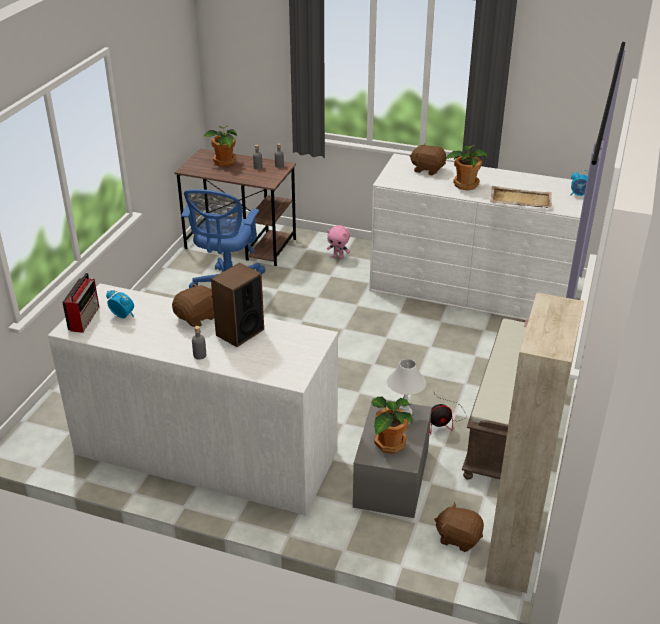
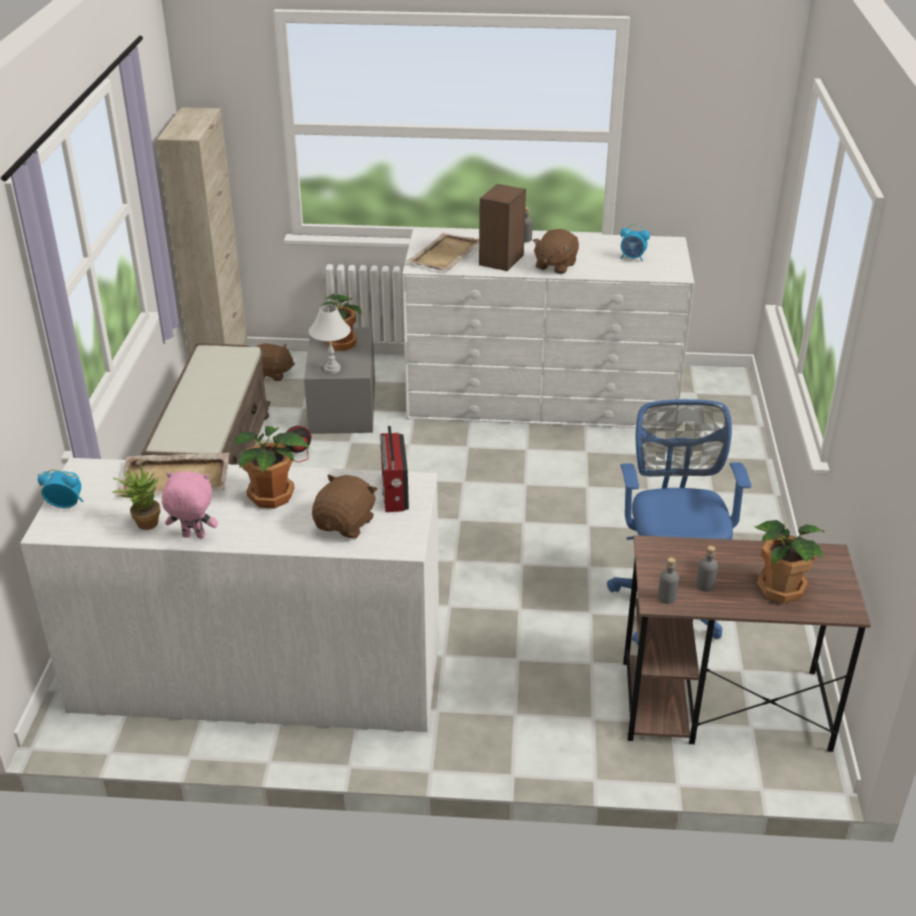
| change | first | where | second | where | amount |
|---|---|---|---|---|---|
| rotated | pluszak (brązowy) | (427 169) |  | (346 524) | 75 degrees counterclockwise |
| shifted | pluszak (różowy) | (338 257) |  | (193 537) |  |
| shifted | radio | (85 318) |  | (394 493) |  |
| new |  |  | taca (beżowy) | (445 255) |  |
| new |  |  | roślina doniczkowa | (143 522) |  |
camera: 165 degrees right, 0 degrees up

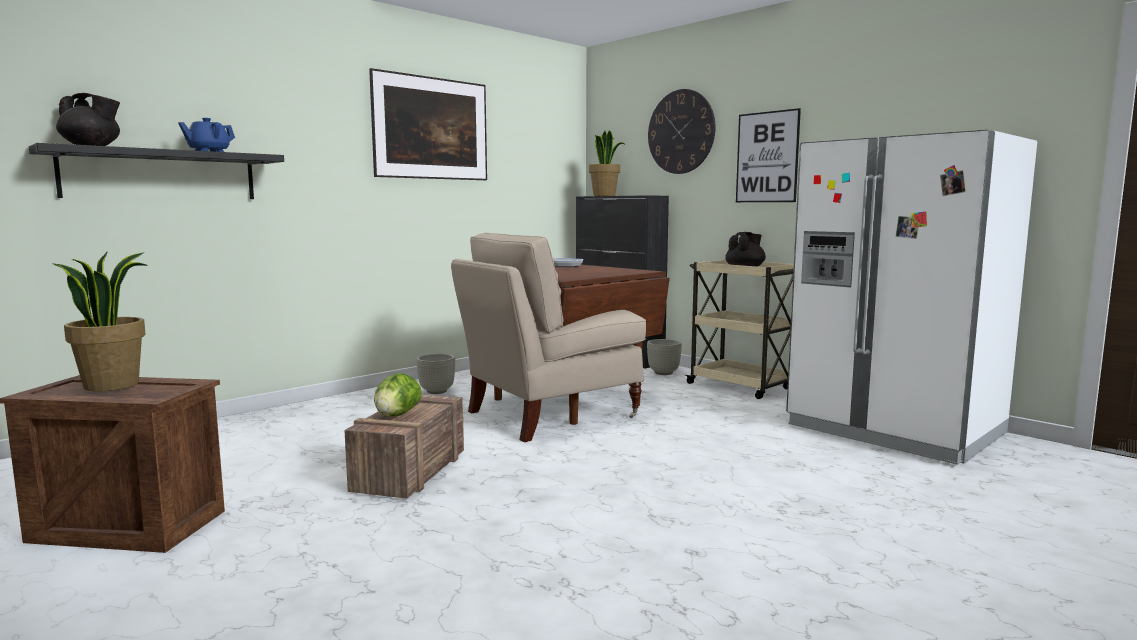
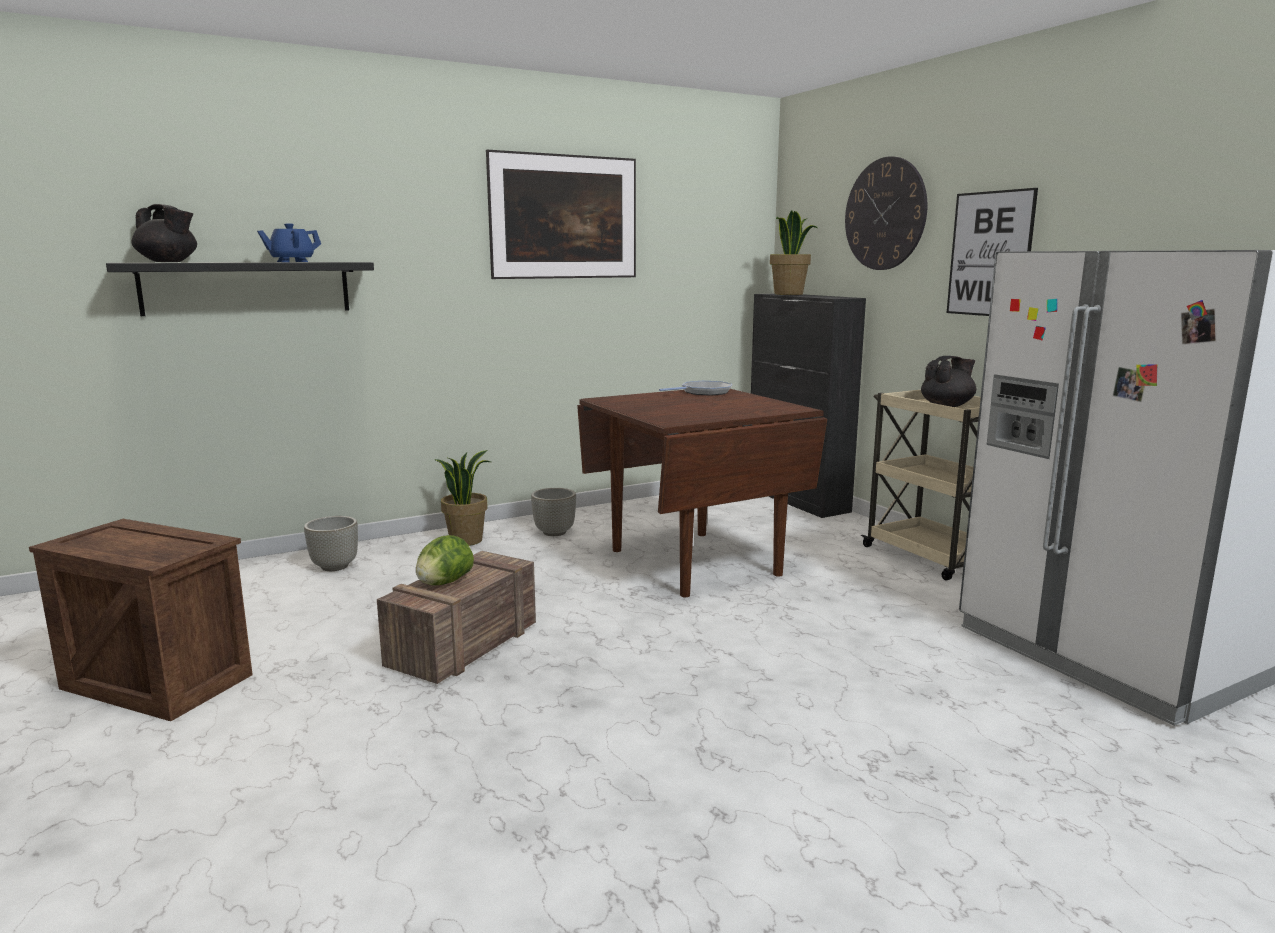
| change | first | where | second | where | amount |
|---|---|---|---|---|---|
| gone | krzesło (beżowy) | (549 415) |  |  |  |
| shifted | roślina doniczkowa | (112 385) |  | (466 540) |  |
| shifted | donica (szary) | (663 373) |  | (334 566) |  |
camera: 15 degrees right, 5 degrees up

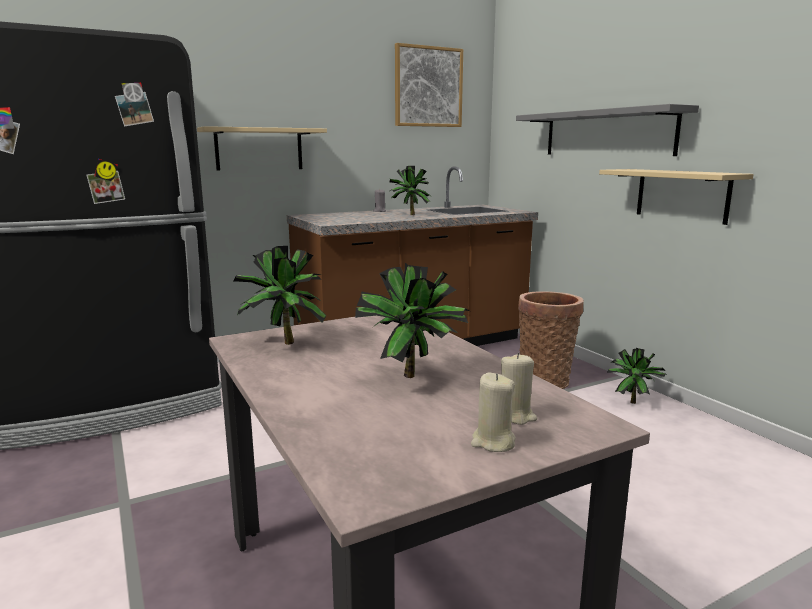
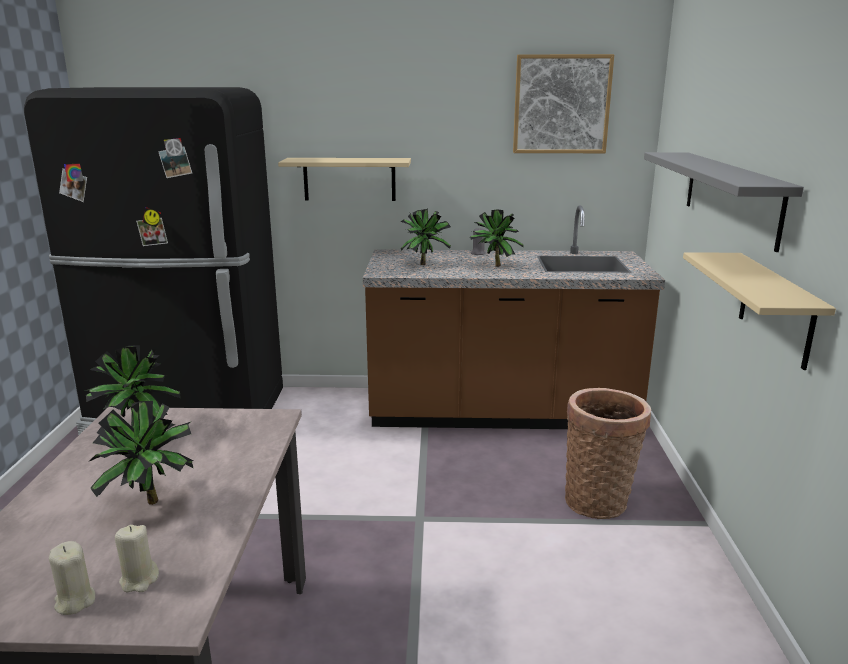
| change | first | where | second | where | amount |
|---|---|---|---|---|---|
| shifted | roślina doniczkowa | (631 401) |  | (425 264) |  |
camera: 30 degrees right, 5 degrees up

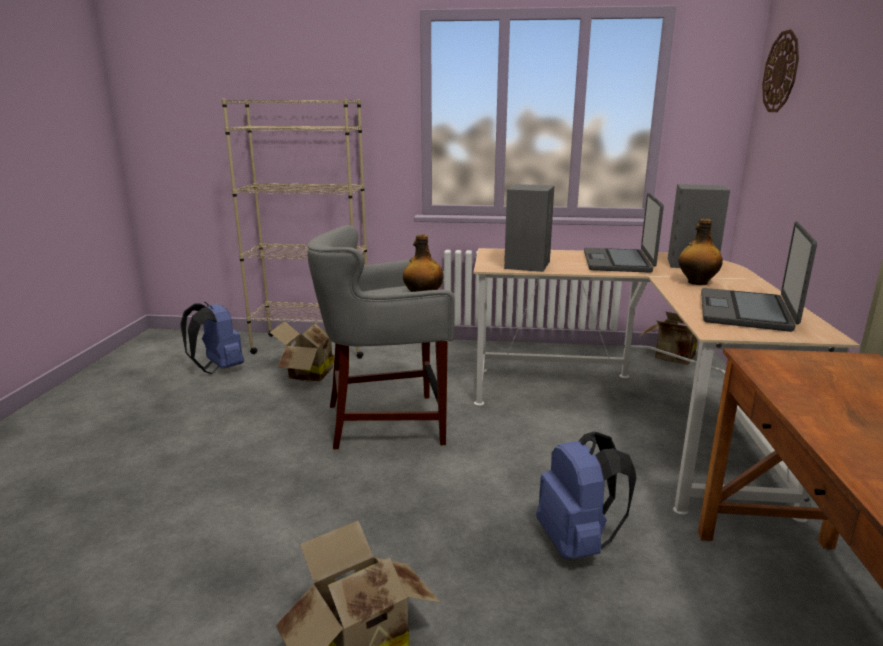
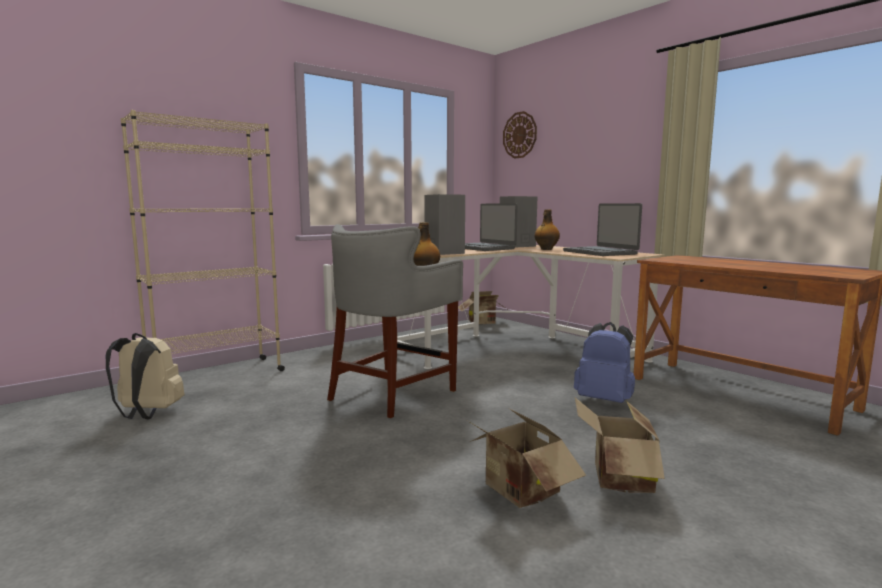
| change | first | where | second | where | amount |
|---|---|---|---|---|---|
| repainted | plecak (niebieski) | (218 368) | plecak (beżowy) | (147 414) |  |
| shifted | karton | (307 374) |  | (519 492) |  |
camera: 45 degrees left, 10 degrees down

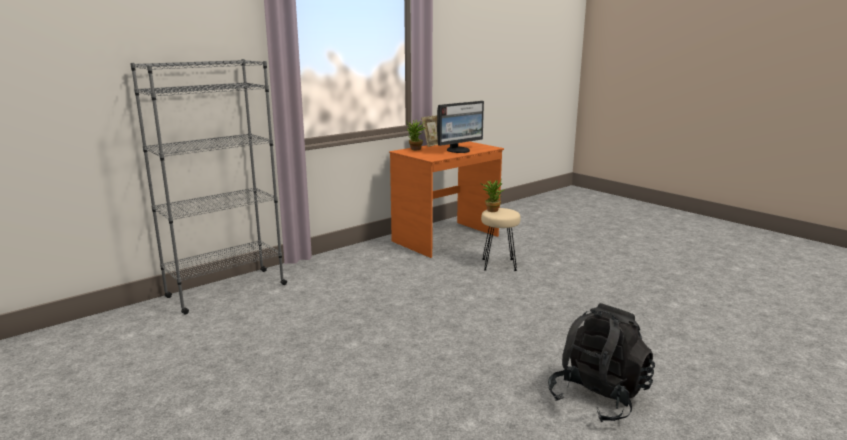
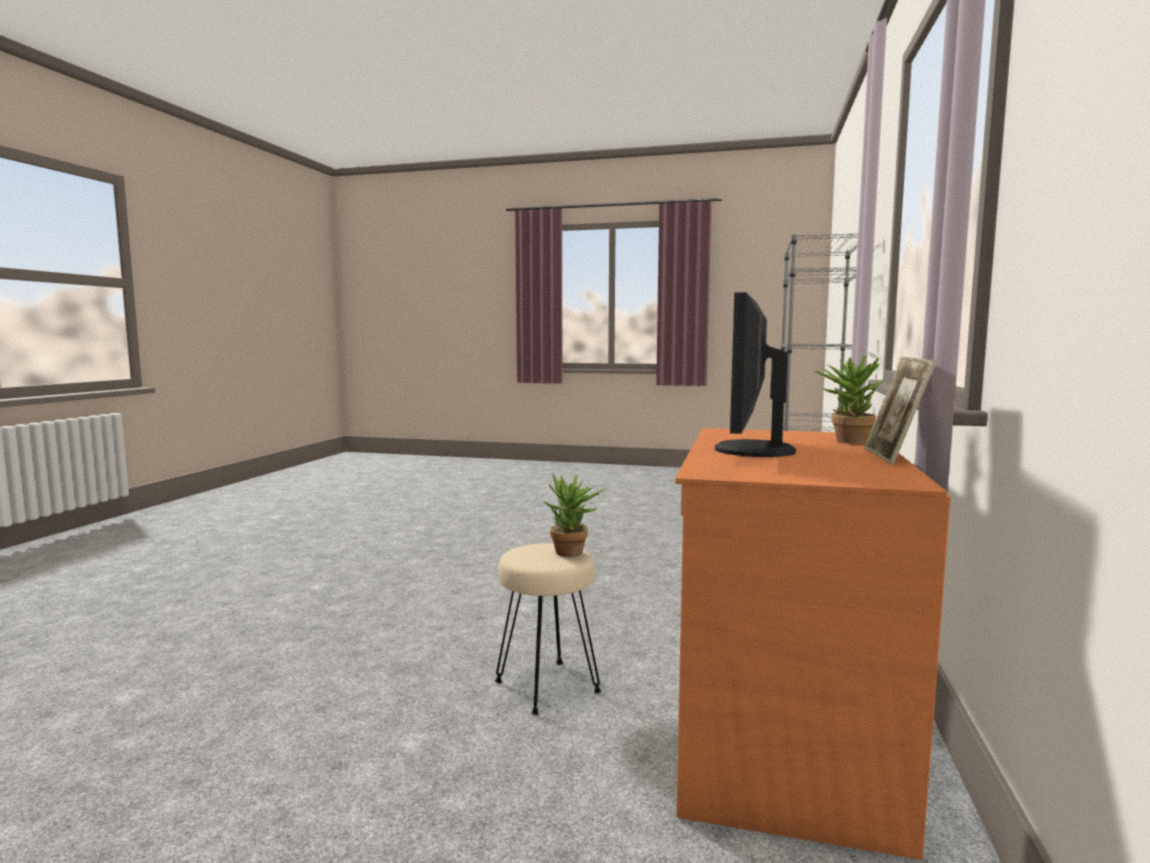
| change | first | where | second | where | amount |
|---|---|---|---|---|---|
| gone | plecak (czarny) | (598 398) |  |  |  |
camera: 145 degrees right, 10 degrees down

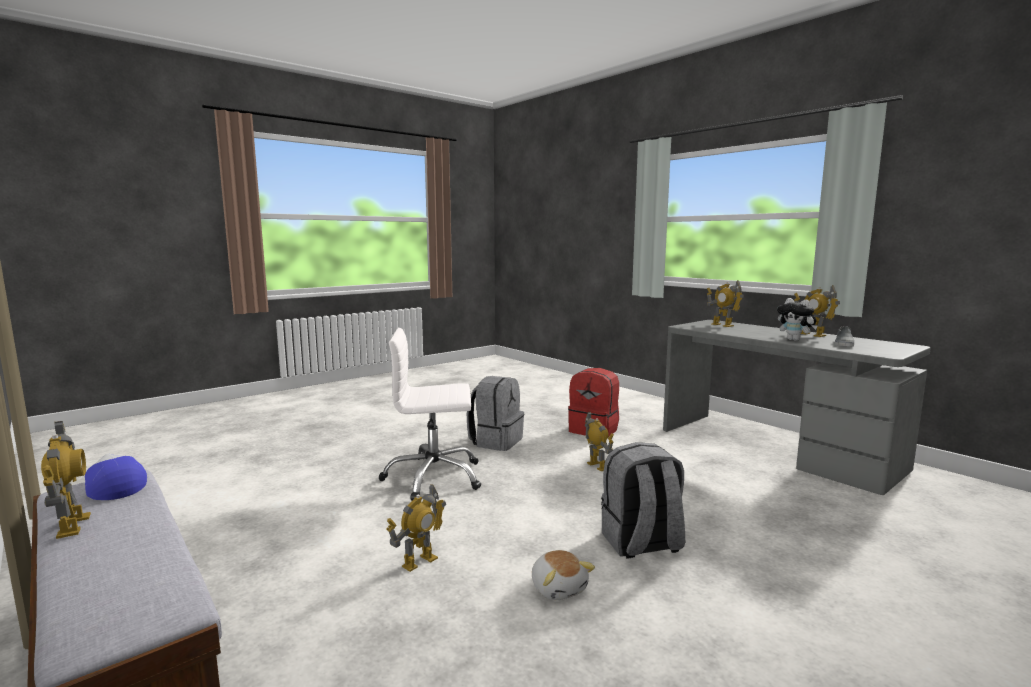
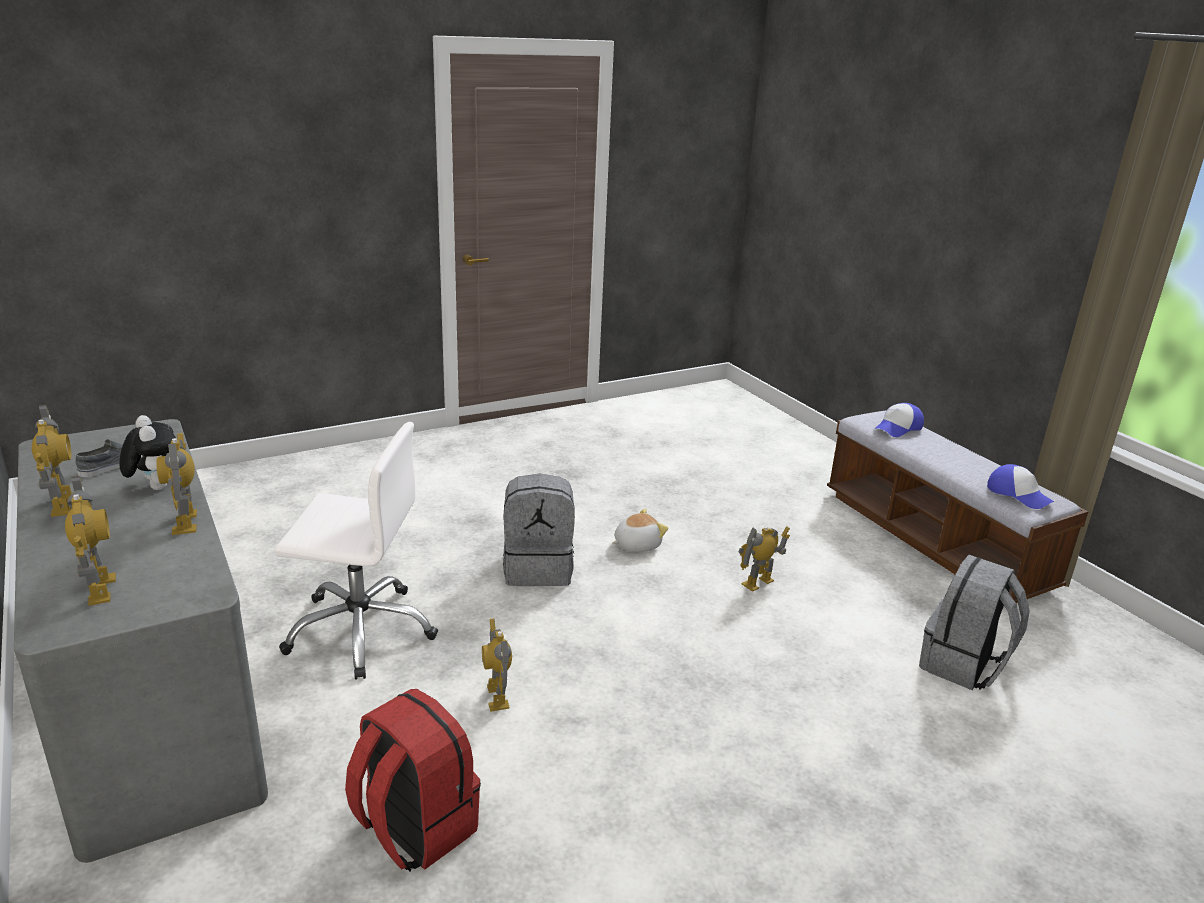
| change | first | where | second | where | amount |
|---|---|---|---|---|---|
| shifted | krzesło biurowe (biały) | (433 477) |  | (361 630) |  |
| shifted | plecak (szary) | (496 441) |  | (963 665) |  |
| shifted | robot zabawkowy | (71 526) |  | (186 522) |  |
| rotated | pluszak | (559 588) |  | (636 545) | 75 degrees clockwise |
| new |  |  | czapka z daszkiem | (898 428) |  |
camera: 170 degrees left, 15 degrees up

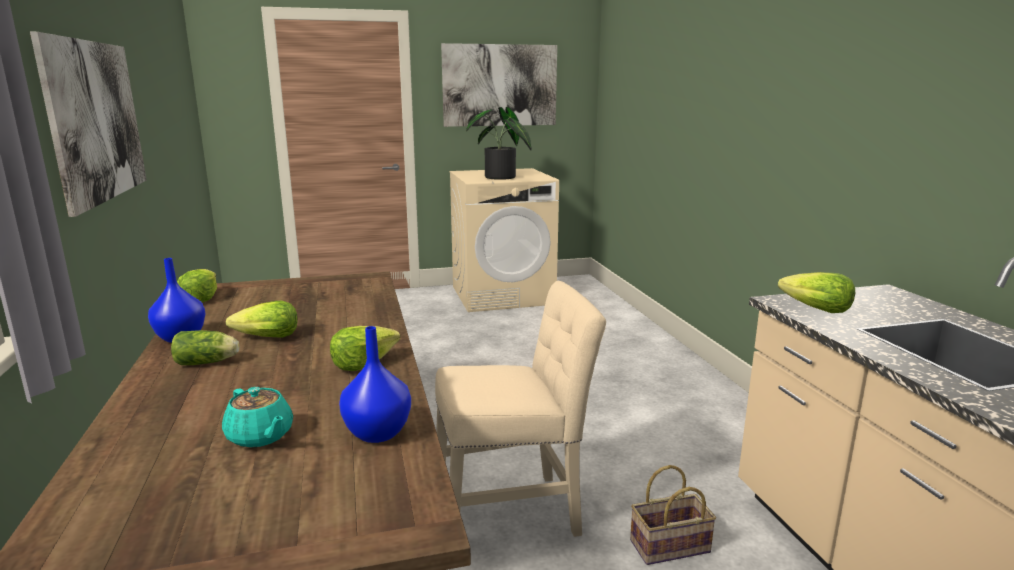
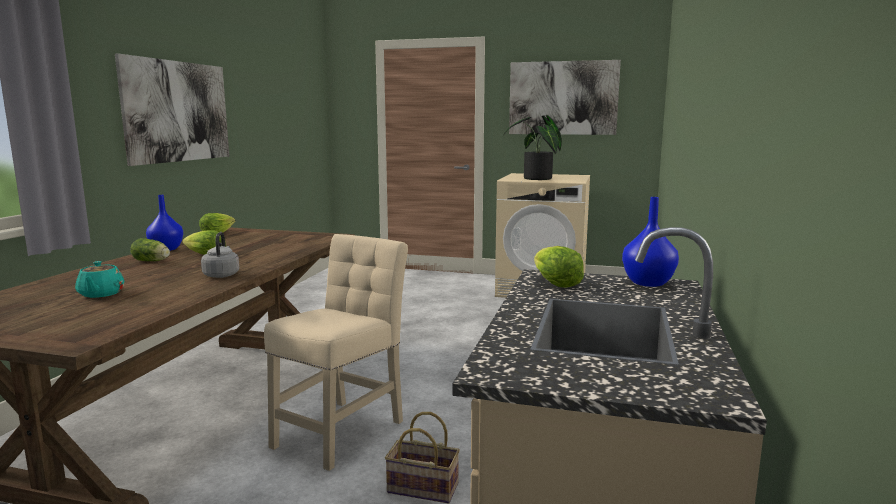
| change | first | where | second | where | amount |
|---|---|---|---|---|---|
| rotated | krzesło (beżowy) | (513 512) |  | (342 430) | 75 degrees counterclockwise |
| swapped | sałata | (363 363) | czajnik (szary) | (222 275) |  |
| shifted | wazon (niebieski) | (378 432) |  | (648 282) |  |
camera: 30 degrees right, 5 degrees down

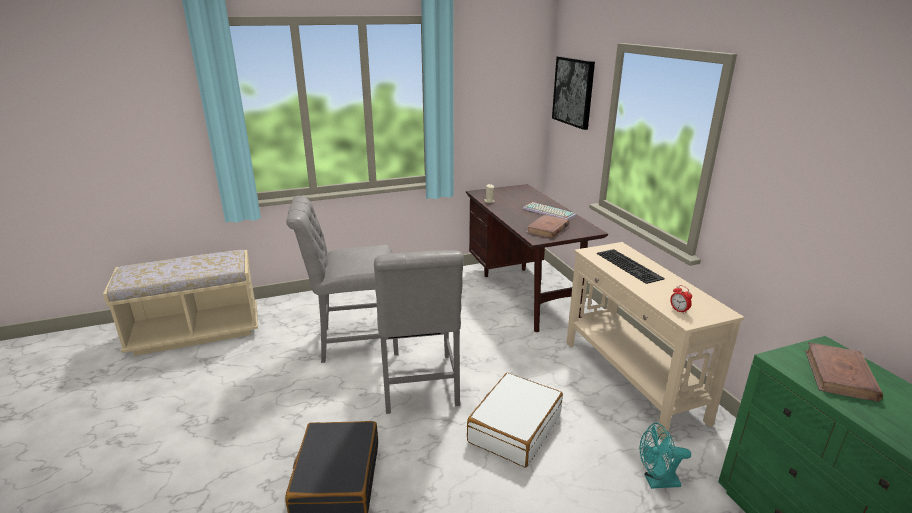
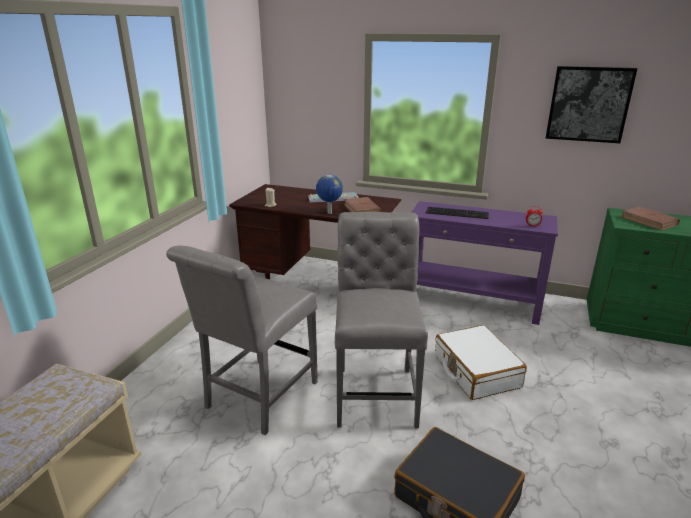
| change | first | where | second | where | amount |
|---|---|---|---|---|---|
| shifted | obraz | (573 92) |  | (588 104) |  |
| repainted | stolik konsolowy (beżowy) | (631 380) | stolik konsolowy (fioletowy) | (472 302) |  |
| rotated | krzesło (szary) | (418 386) |  | (376 391) | 120 degrees counterclockwise |
| gone | wentylator (turkusowy) | (656 482) |  |  |  |
| new |  |  | globus | (329 213) |  |
camera: 50 degrees left, 0 degrees up

